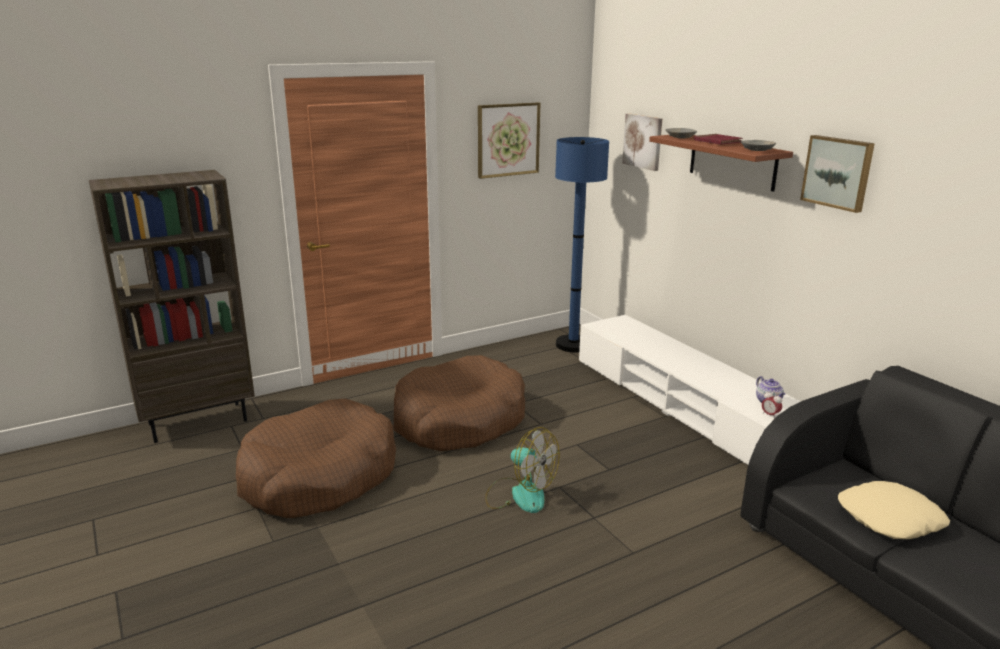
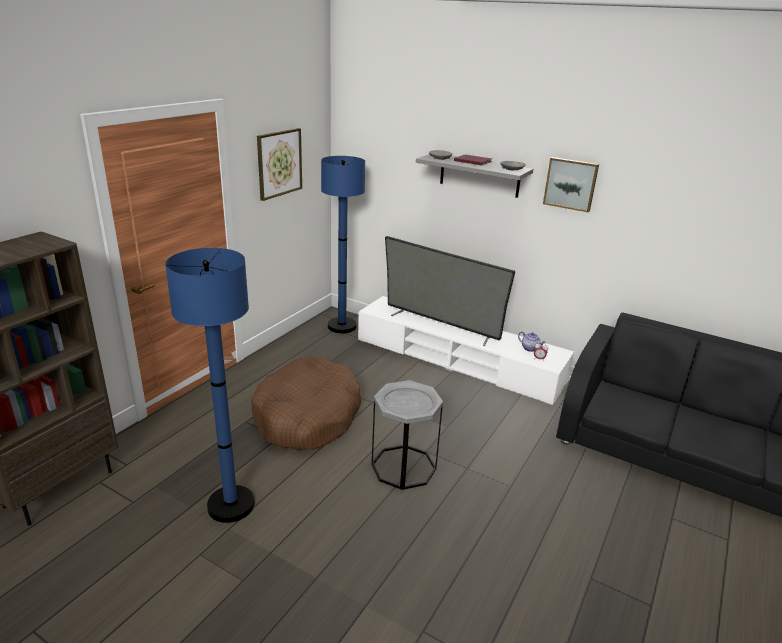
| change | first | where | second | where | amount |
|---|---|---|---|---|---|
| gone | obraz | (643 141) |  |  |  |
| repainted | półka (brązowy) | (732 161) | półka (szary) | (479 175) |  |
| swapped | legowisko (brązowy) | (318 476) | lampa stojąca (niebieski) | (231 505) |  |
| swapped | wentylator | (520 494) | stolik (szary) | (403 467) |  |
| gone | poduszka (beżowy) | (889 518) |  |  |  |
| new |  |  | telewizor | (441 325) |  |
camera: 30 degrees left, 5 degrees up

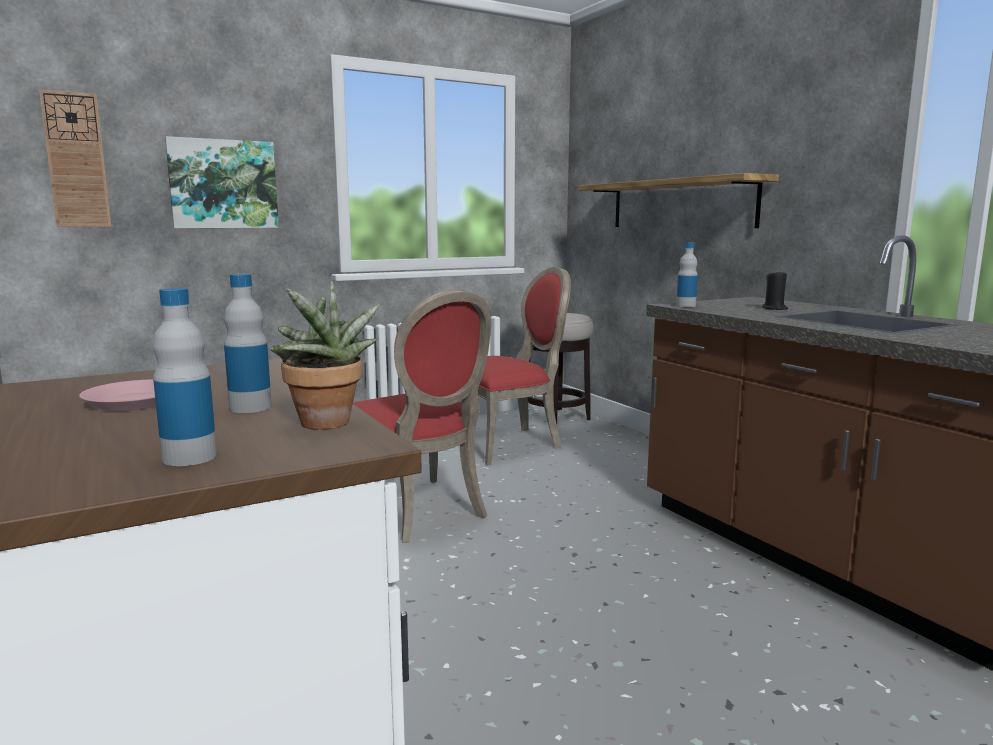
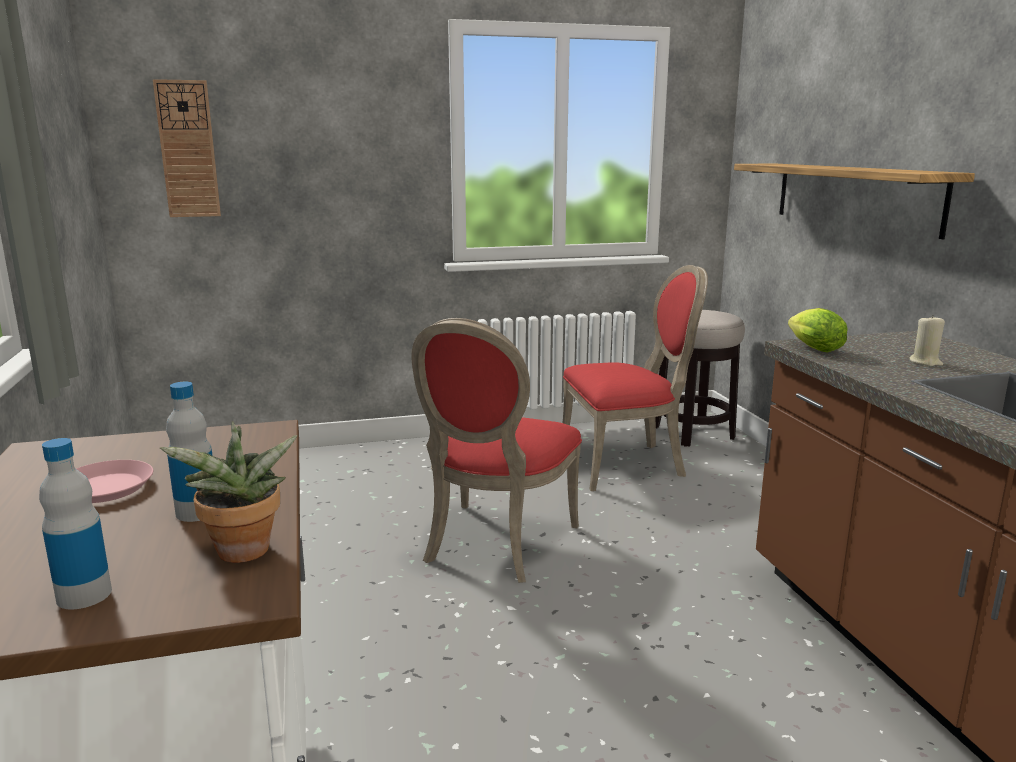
| change | first | where | second | where | amount |
|---|---|---|---|---|---|
| gone | obraz | (223 184) |  |  |  |
| swapped | butelka | (685 306) | sałata | (811 348) |  |
| repainted | świeca (czarny) | (774 308) | świeca (beżowy) | (925 362) |  |
| rotated | krzesło (czerwony) | (418 512) |  | (495 545) | 45 degrees clockwise |
camera: 15 degrees right, 5 degrees up

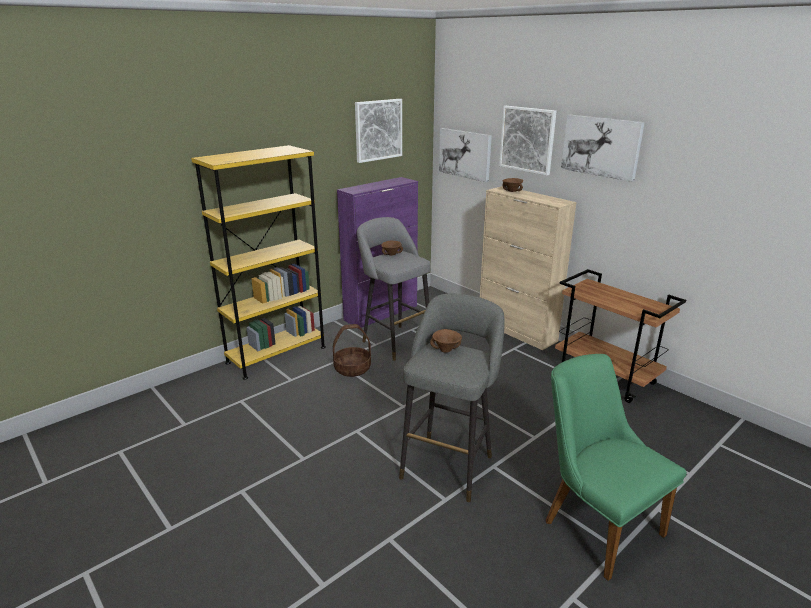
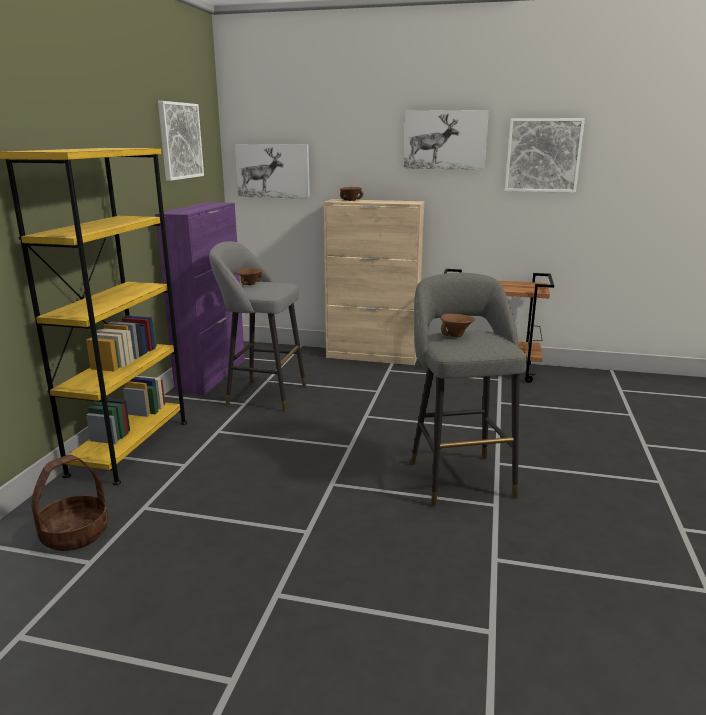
| change | first | where | second | where | amount |
|---|---|---|---|---|---|
| shifted | obraz | (527 139) |  | (543 155) |  |
| shifted | koszyk | (352 368) |  | (75 534) |  |
| gone | krzesło (zielony) | (594 522) |  |  |  |
camera: 35 degrees left, 5 degrees down

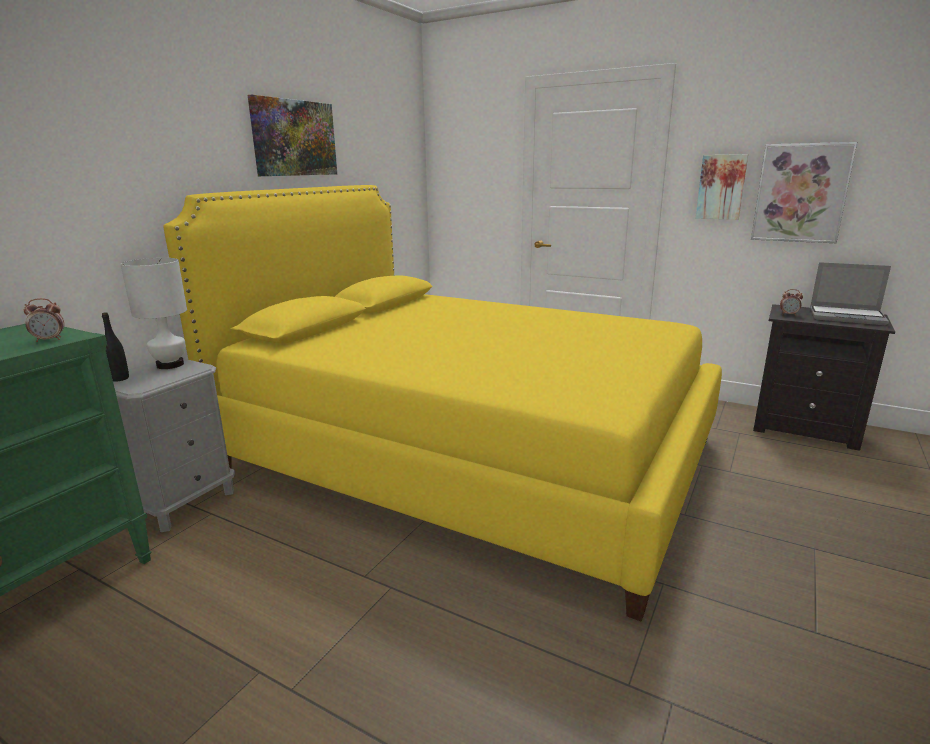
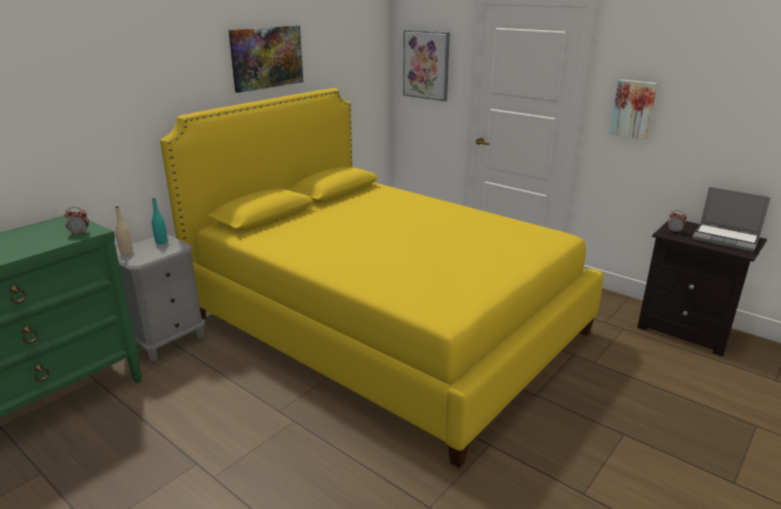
| change | first | where | second | where | amount |
|---|---|---|---|---|---|
| shifted | obraz | (801 193) |  | (426 65) |  |
| swapped | lampa stołowa (biały) | (170 365) | butelka (turkusowy) | (161 242) |  |
| repainted | butelka (czarny) | (119 378) | butelka (beżowy) | (126 252) |  |
camera: 10 degrees right, 5 degrees up

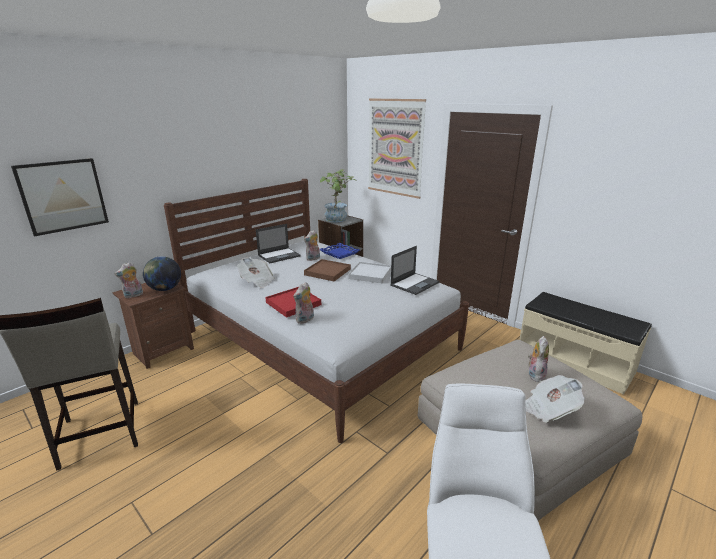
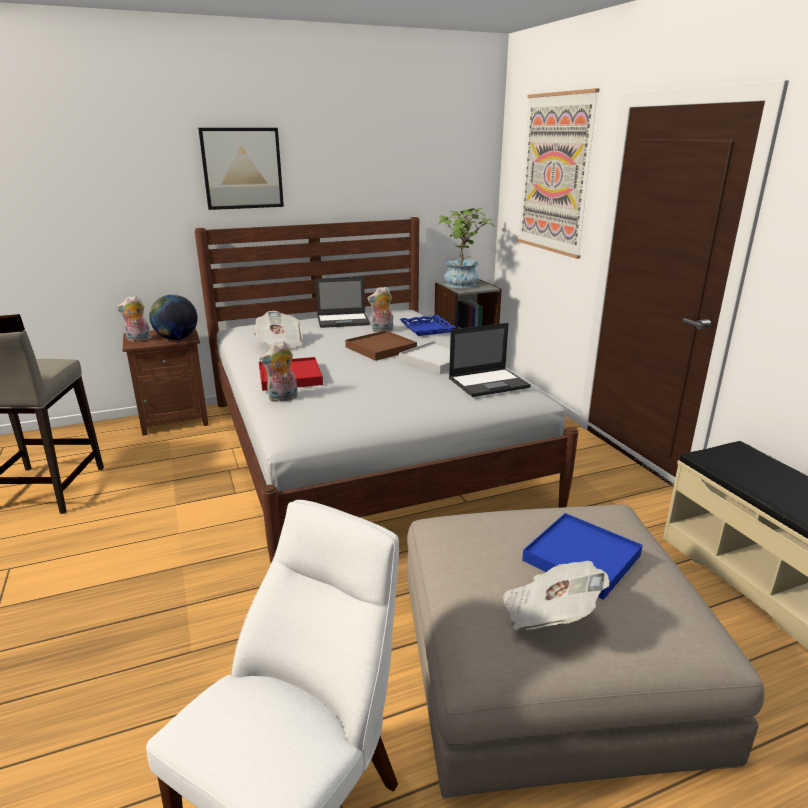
| change | first | where | second | where | amount |
|---|---|---|---|---|---|
| shifted | obraz | (63 196) |  | (242 168) |  |
| swapped | pluszak | (535 374) | taca (niebieski) | (581 558) |  |
camera: 25 degrees right, 0 degrees up

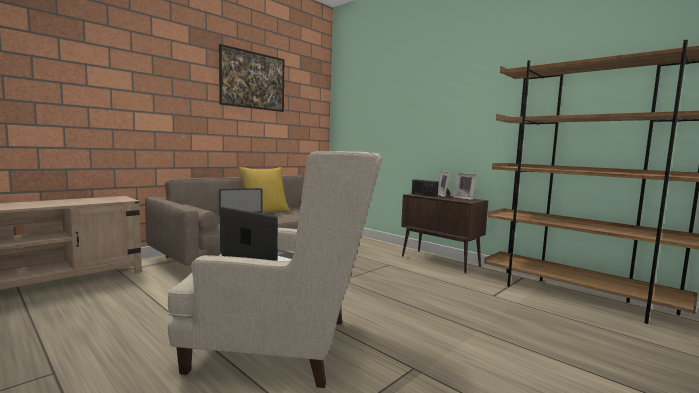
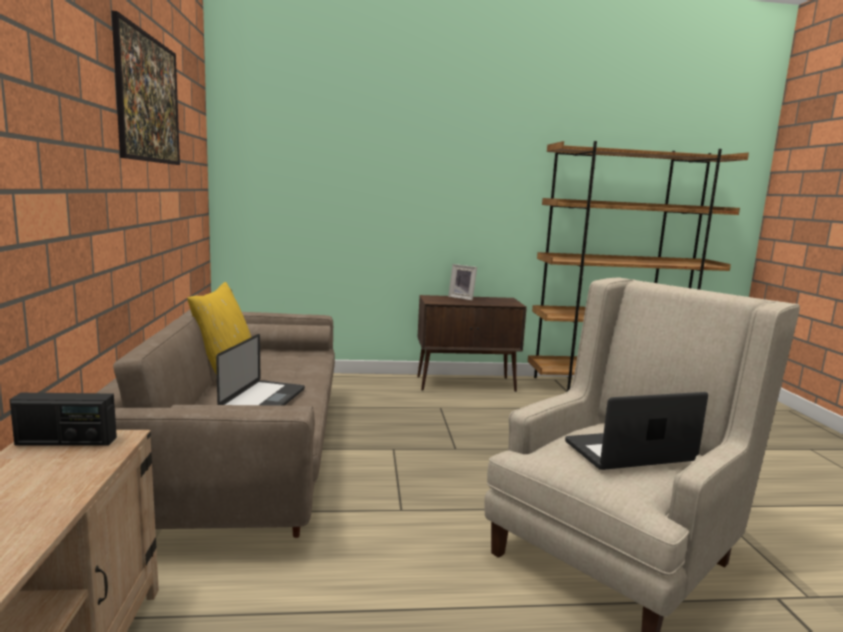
| change | first | where | second | where | amount |
|---|---|---|---|---|---|
| gone | ramka na zdjęcie | (464 198) |  |  |  |
| shifted | radio | (424 195) |  | (66 441) |  |
camera: 50 degrees left, 5 degrees up

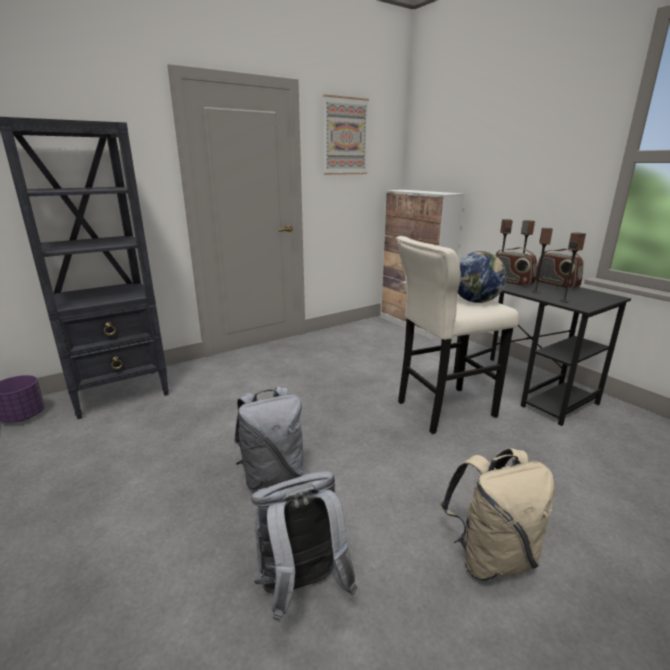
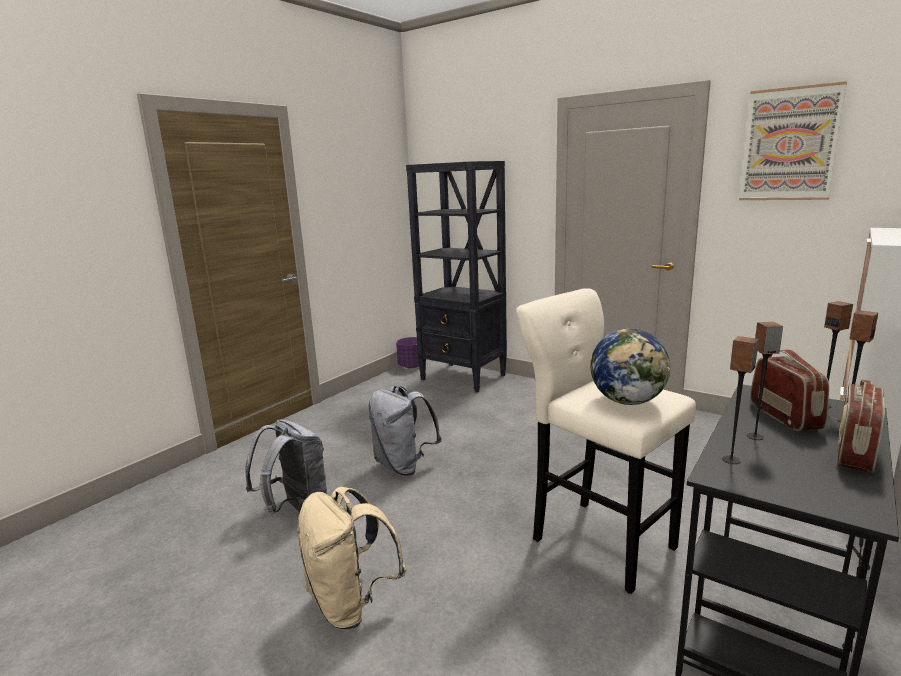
| change | first | where | second | where | amount |
|---|---|---|---|---|---|
| rotated | radio | (511 283) |  | (785 416) | 150 degrees clockwise |
camera: 70 degrees right, 5 degrees down

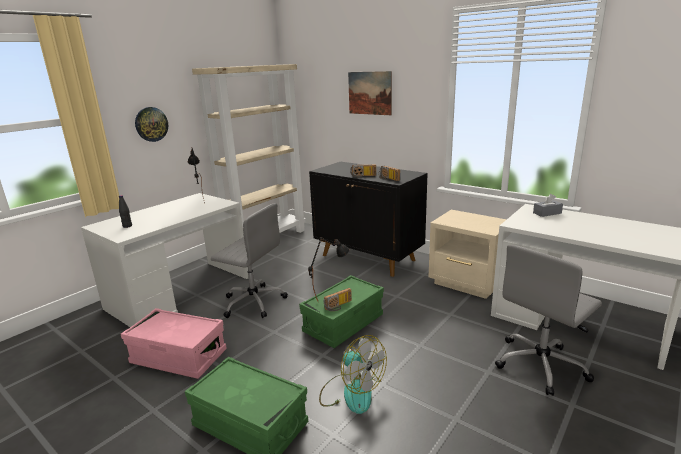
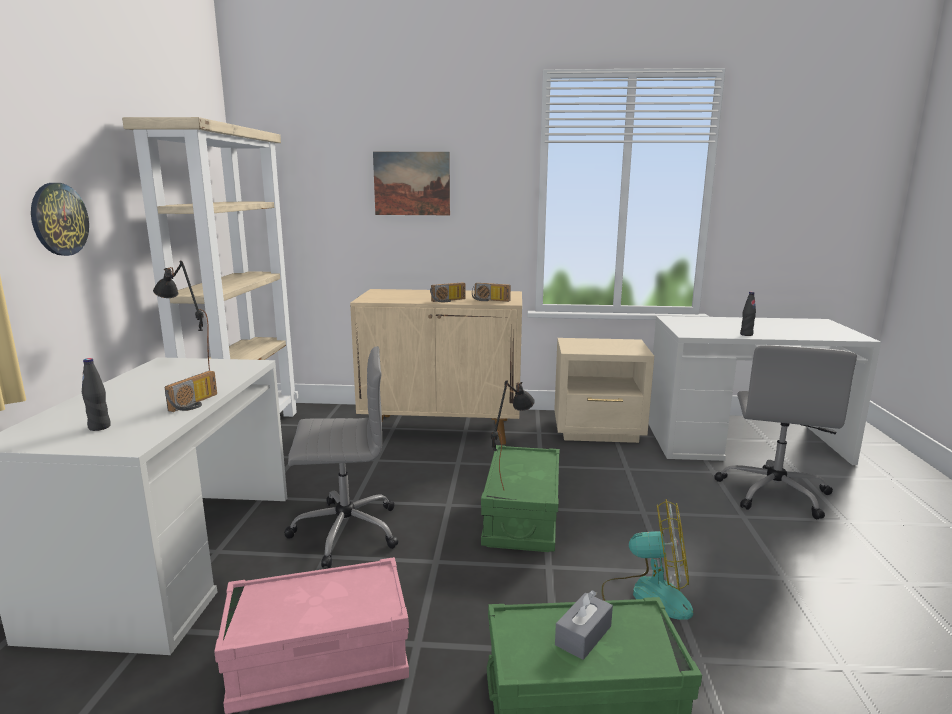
| change | first | where | second | where | amount |
|---|---|---|---|---|---|
| repainted | szafka (czarny) | (368 258) | szafka (beżowy) | (443 429) |  |
| shifted | pudełko chusteczek (szary) | (547 213) |  | (583 635) |  |
| shifted | radio | (339 306) |  | (196 404) |  |
| new |  |  | butelka (czarny) | (746 334) |  |
camera: 35 degrees left, 5 degrees down

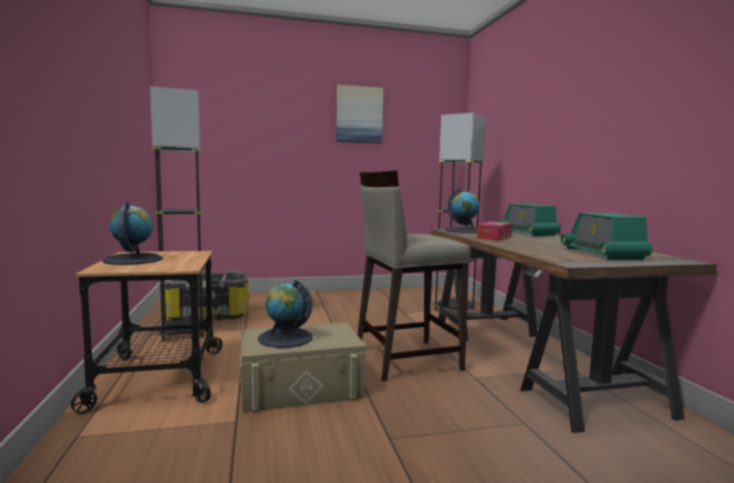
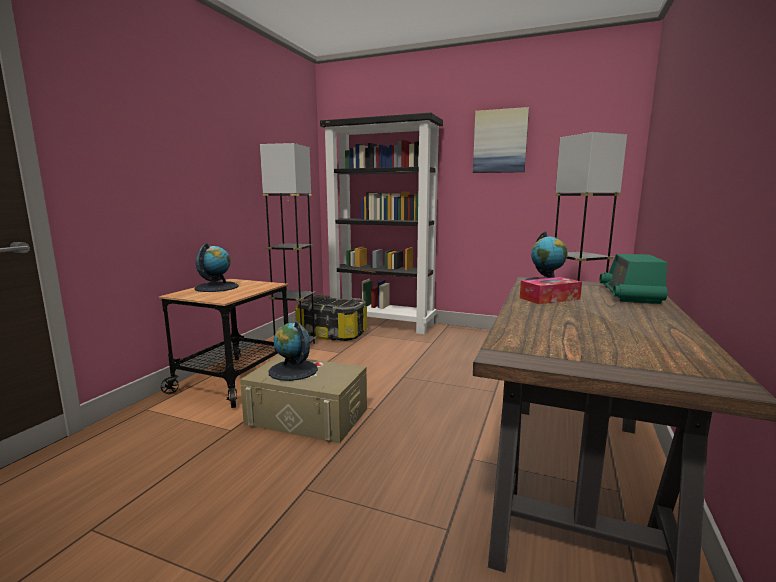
| change | first | where | second | where | amount |
|---|---|---|---|---|---|
| gone | stołek (beżowy) | (405 359) |  |  |  |
| gone | radio | (602 253) |  |  |  |
| new |  |  | regał (czarny) | (383 324) |  |
camera: 35 degrees right, 5 degrees up

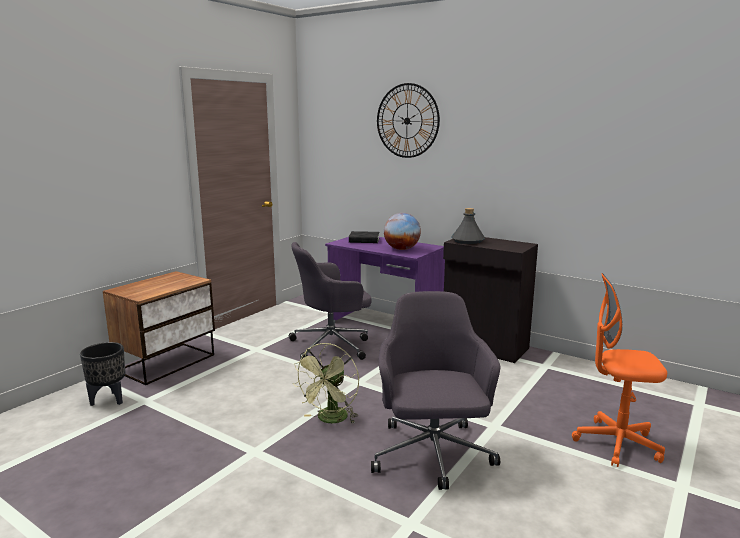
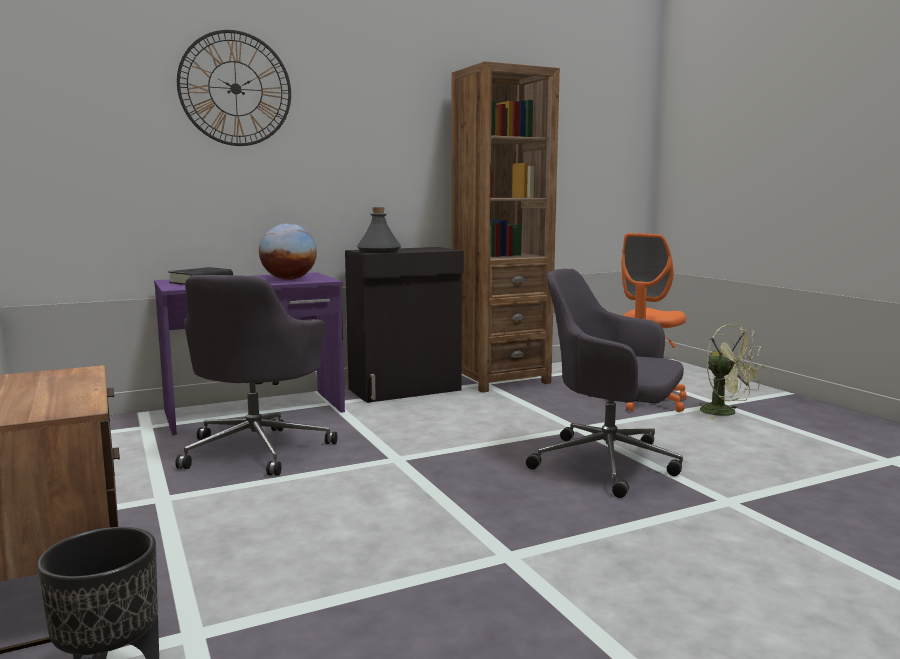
| change | first | where | second | where | amount |
|---|---|---|---|---|---|
| shifted | wentylator (zielony) | (330 420) |  | (725 413) |  |
| new |  |  | regał (brązowy) | (500 380) |  |
camera: 60 degrees left, 5 degrees down

